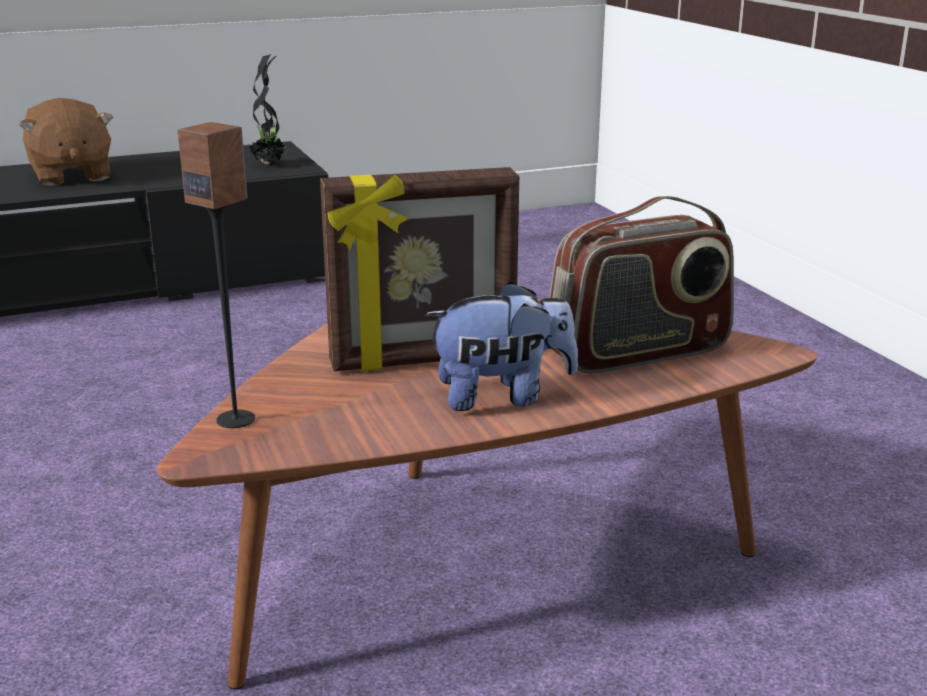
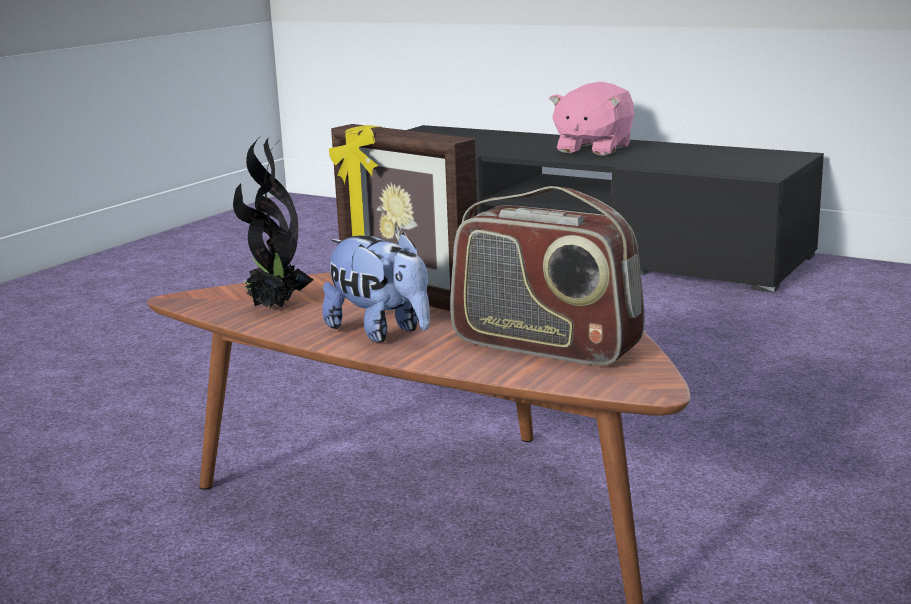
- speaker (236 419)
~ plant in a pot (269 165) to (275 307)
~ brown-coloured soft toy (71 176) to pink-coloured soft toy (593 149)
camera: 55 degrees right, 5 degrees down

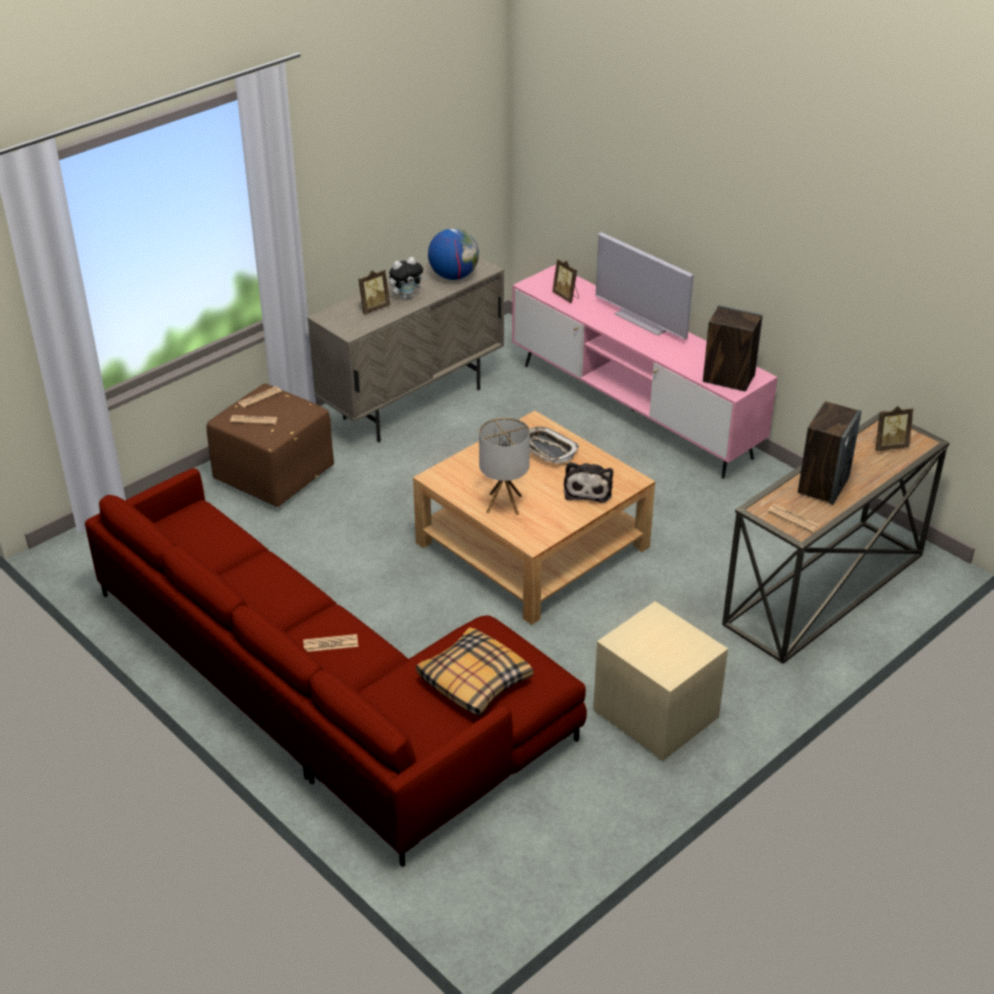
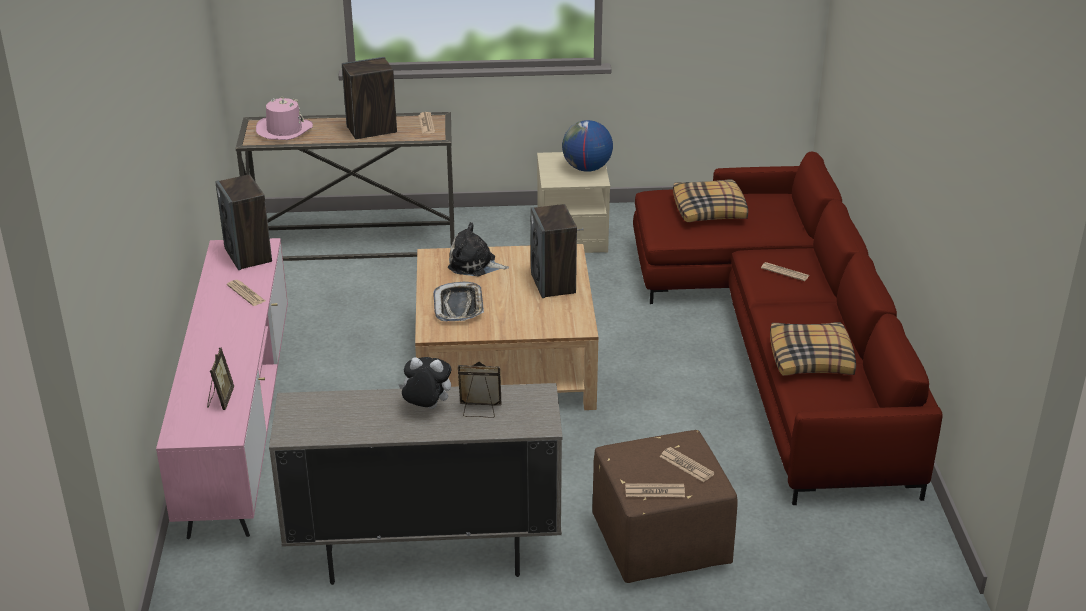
- television (642 321)
+ newspaper (246 293)
+ throw pillow (811 359)
~ desk globe (453 276) to (586 168)
~ tabletop lamp (503 504) to speaker (553 284)
~ standing frame (888 446) to pink-coloured hat (284 130)
~ soft toy (588 489) = (474 265) 120 degrees counterclockwise
camera: 140 degrees left, 5 degrees down

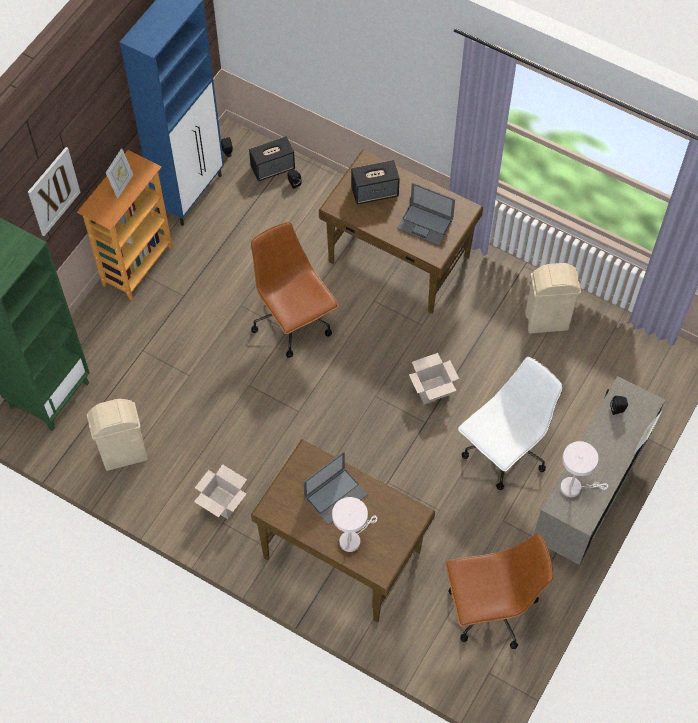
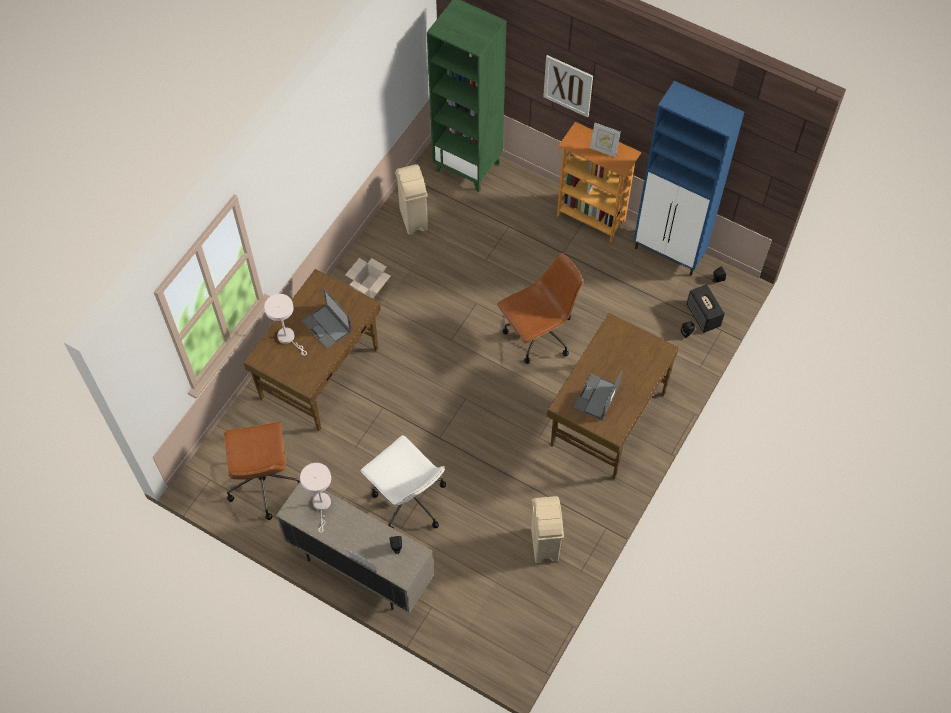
- speaker (375 192)
- cardboard box (433 389)
camera: 90 degrees right, 0 degrees up

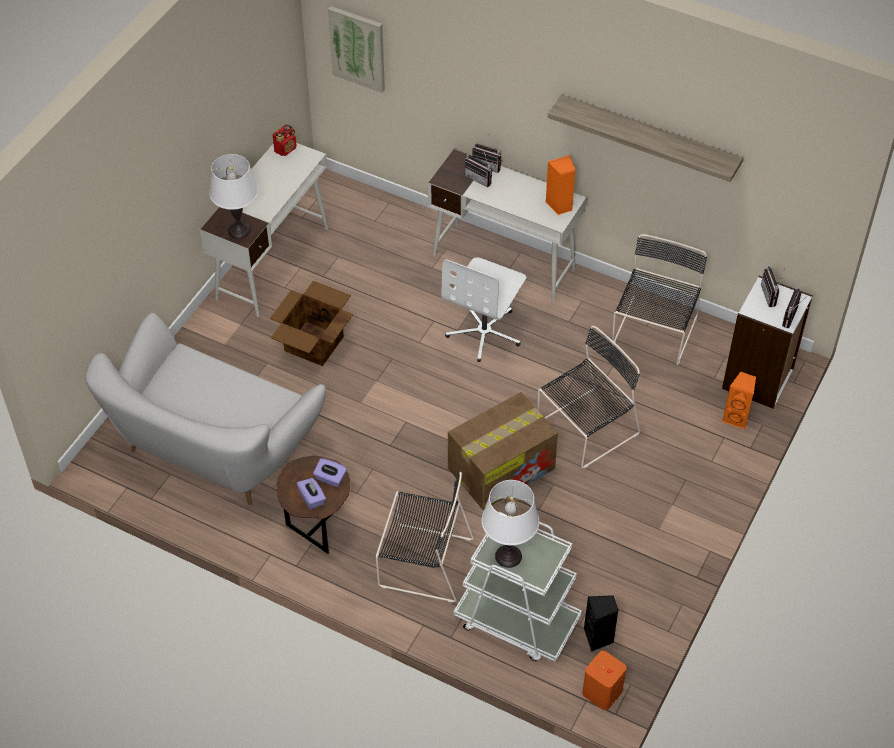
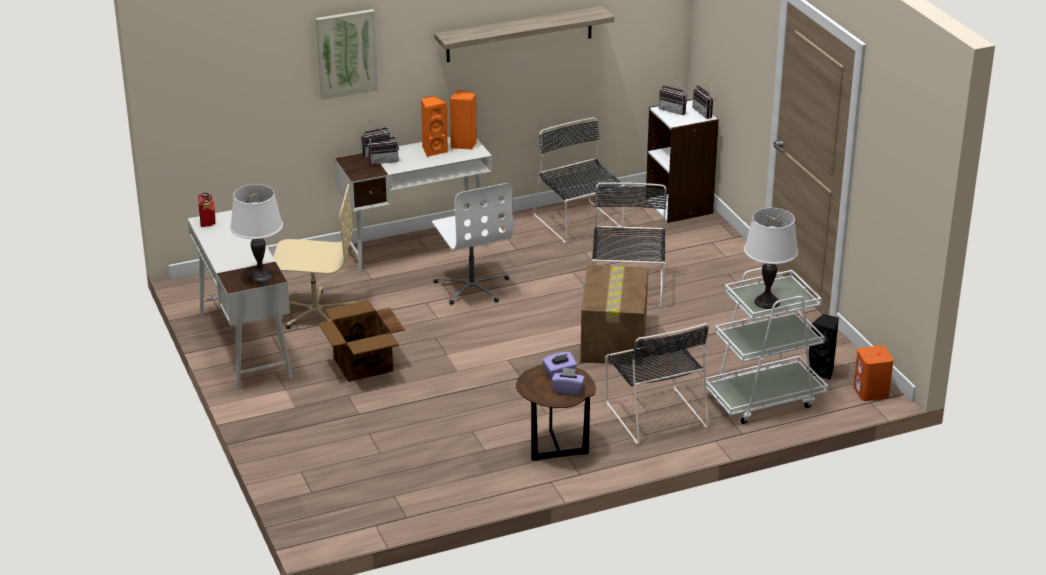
- white-coloured sofa (212 448)
+ beige-coloured desk chair (315 312)
~ picture (358 48) to (346 53)
~ orange speaker (737 418) to (433 150)
~ black upright chair (422 562) = (655 414) 105 degrees clockwise
camera: 50 degrees left, 20 degrees down

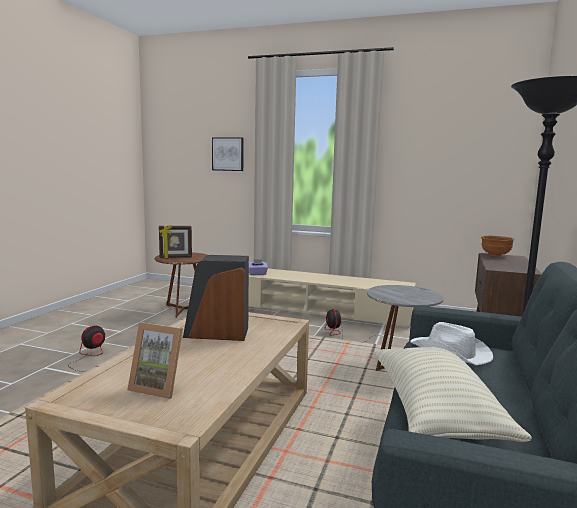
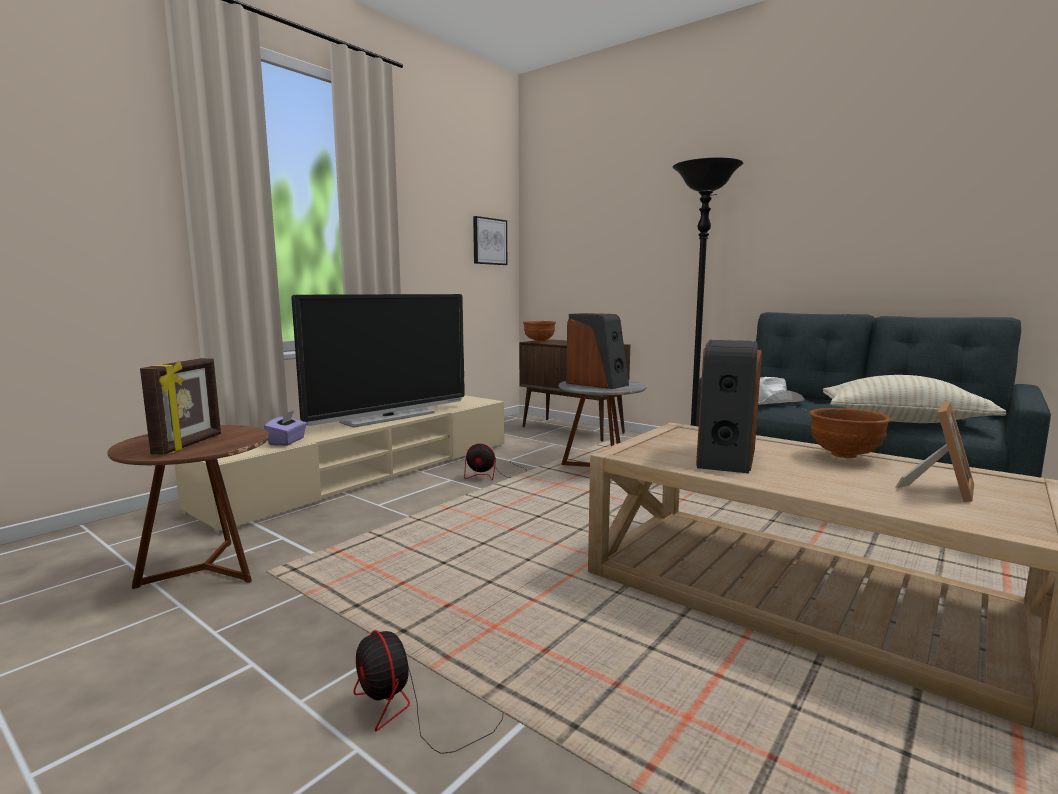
+ television (388 417)
+ speaker (597 384)
+ brown-coloured deep dish (844 455)
~ picture (228 154) to (489 241)
camera: 70 degrees left, 0 degrees up

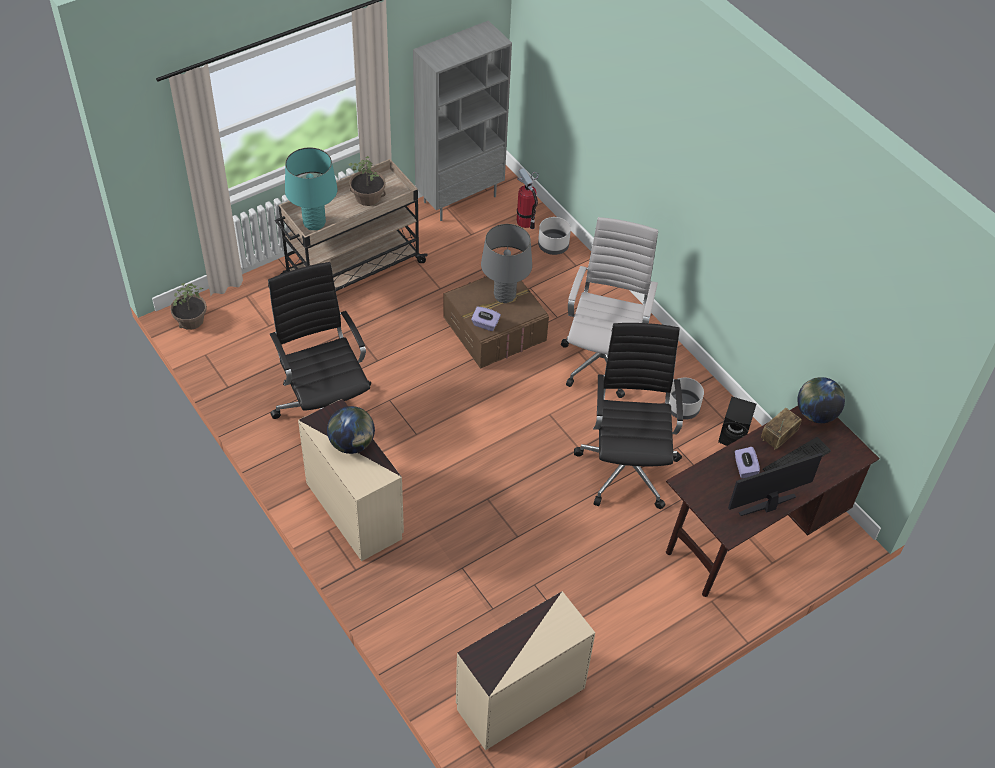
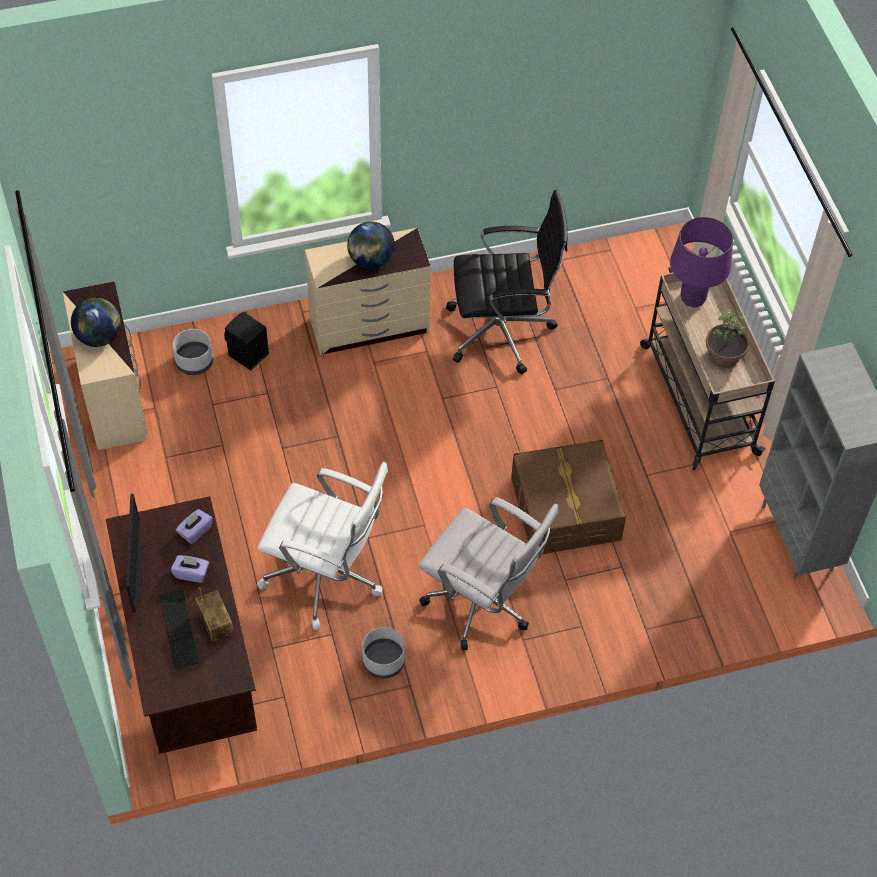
- plant in a pot (190 320)
- greyish tabletop lamp (504 296)
- fire extinguisher (525 221)
~ purple box of tissues (485 324) to (195 531)
~ greyish flower pot (553 245) to (194 362)
~ black speaker (734 436) to (247 355)
~ desk globe (815 414) to (99 337)
~ turquoise-coloured tabletop lamp (314 223) to purple tabletop lamp (693 298)
~ black desk chair (627 466) to white-coloured desk chair (326 575)
camera: 110 degrees right, 5 degrees up

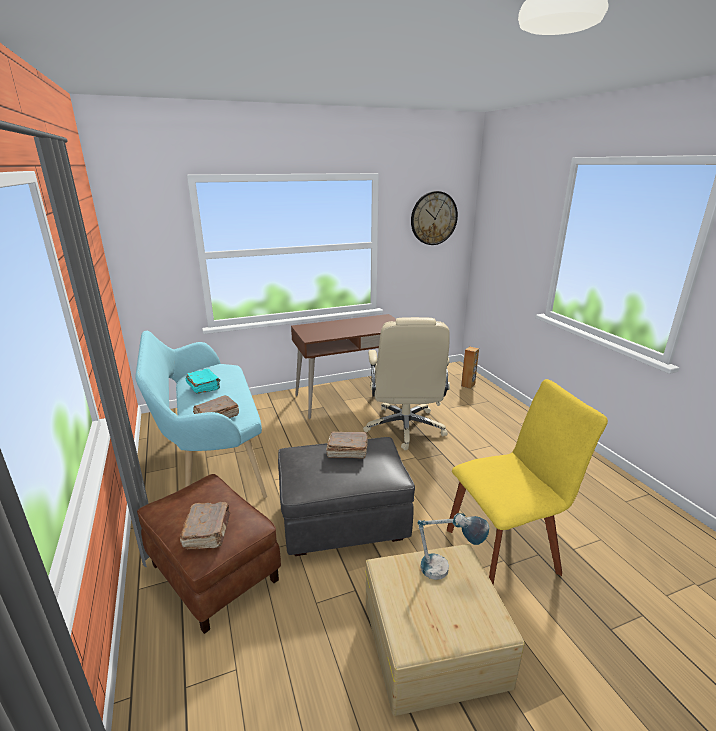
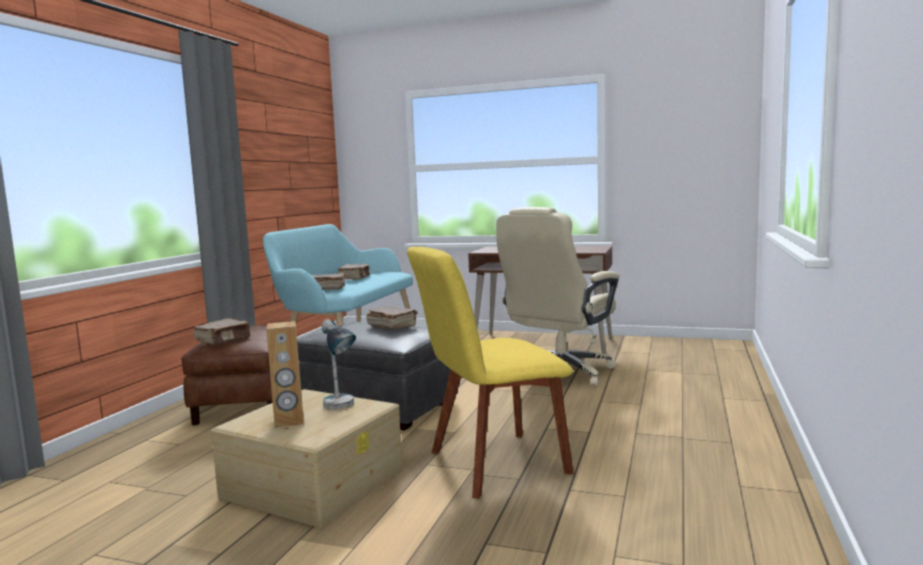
- hanging clock (433 218)
~ brown-coloured speaker (468 385) to (289 421)
~ turquoise-coloured volume (204 387) to brown-coloured volume (354 278)
~ yellow-coloured upright chair (506 548) = (492 464) 135 degrees clockwise
camera: 40 degrees right, 15 degrees down

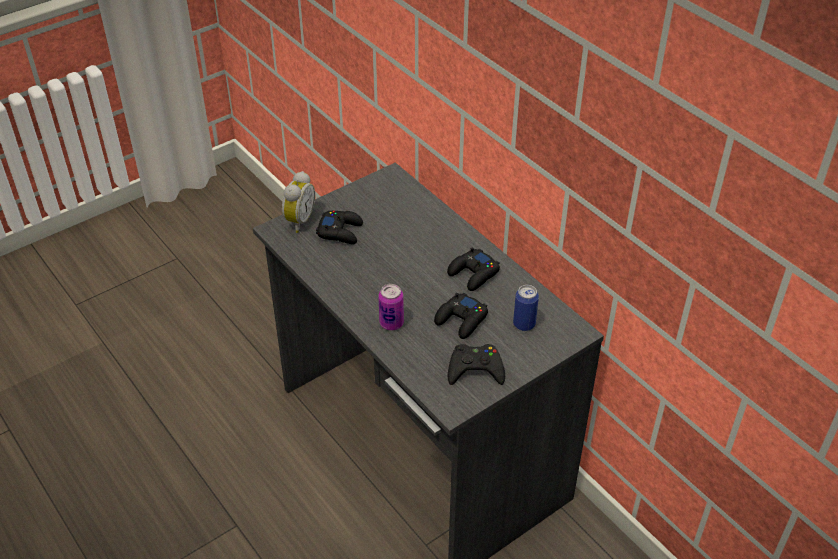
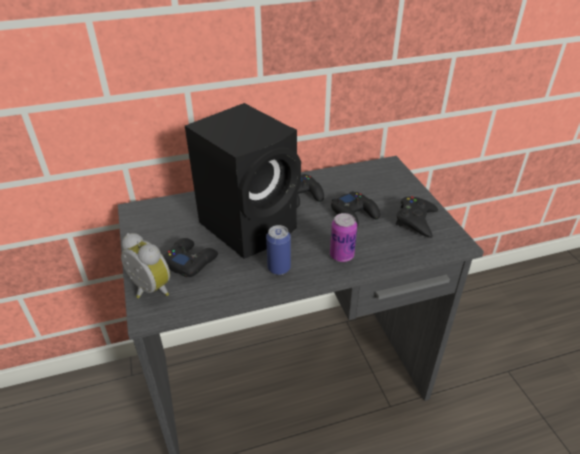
+ black speaker (251 225)
~ can (524 324) to (279 268)
camera: 70 degrees left, 5 degrees down

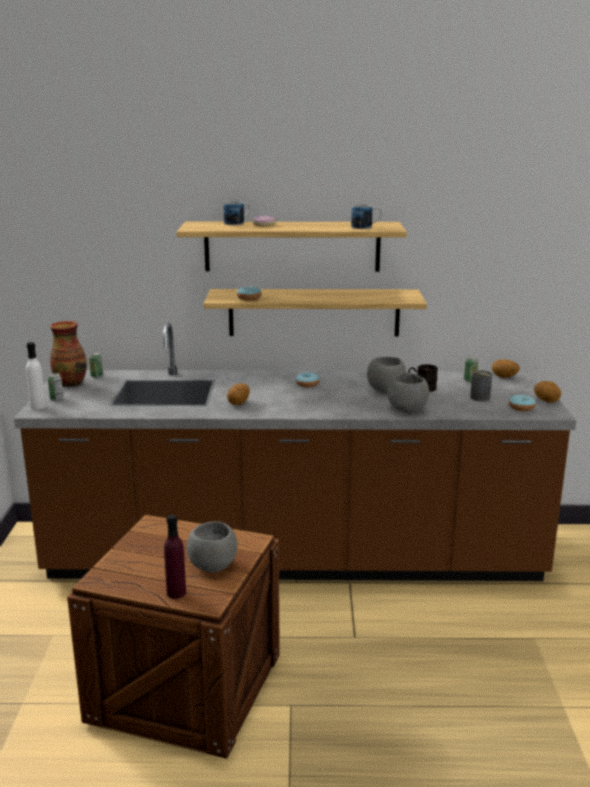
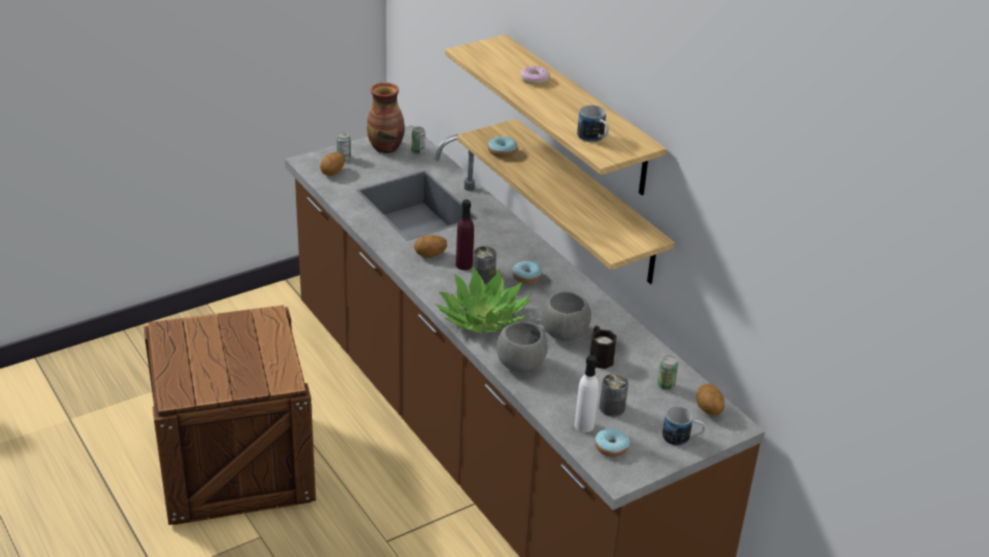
- greyish deep dish (212 566)
+ plant in a pot (483 318)
+ can (483 277)
~ white-coloured drink bottle (38 406) to (584 425)
~ purple drink bottle (176 593) to (464 265)
~ tea mug (238 223) to (682 438)
~ potato (546 401) to (333 172)
camera: 55 degrees right, 15 degrees up

